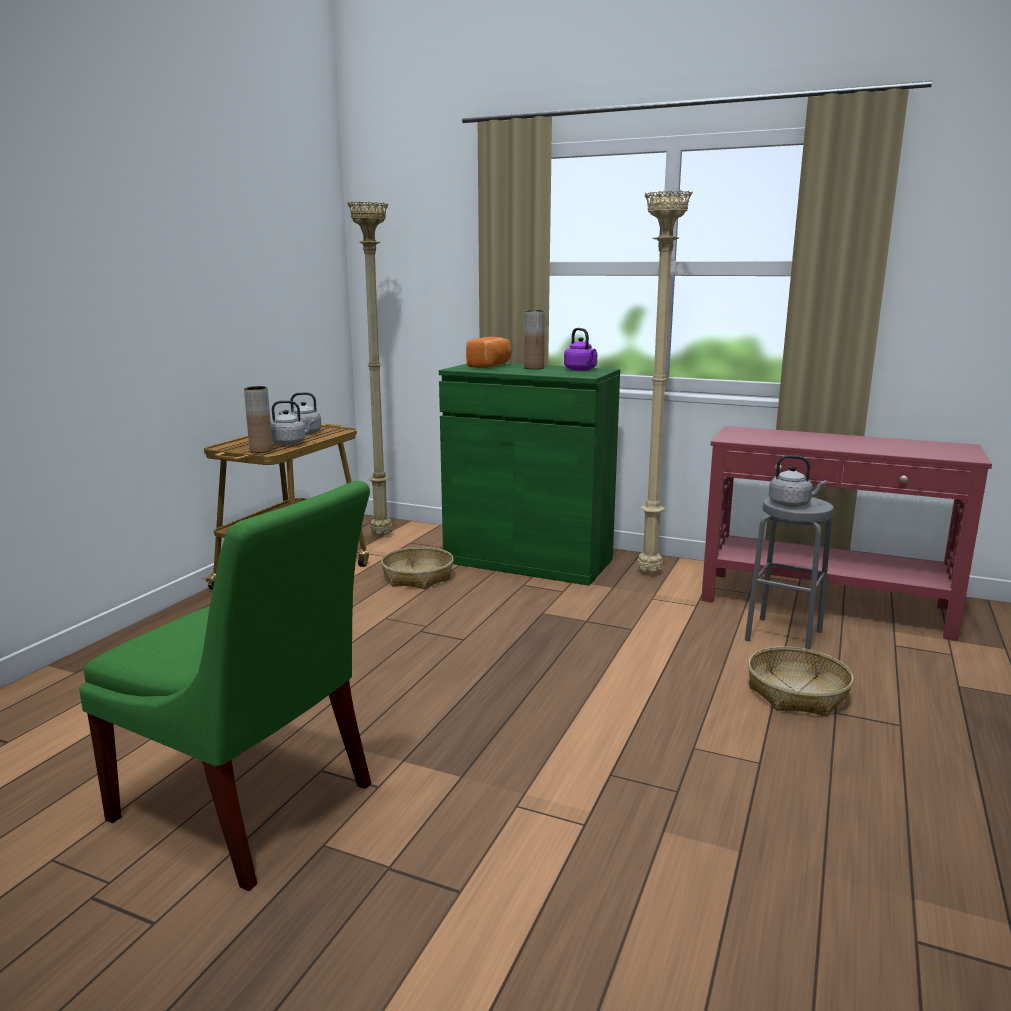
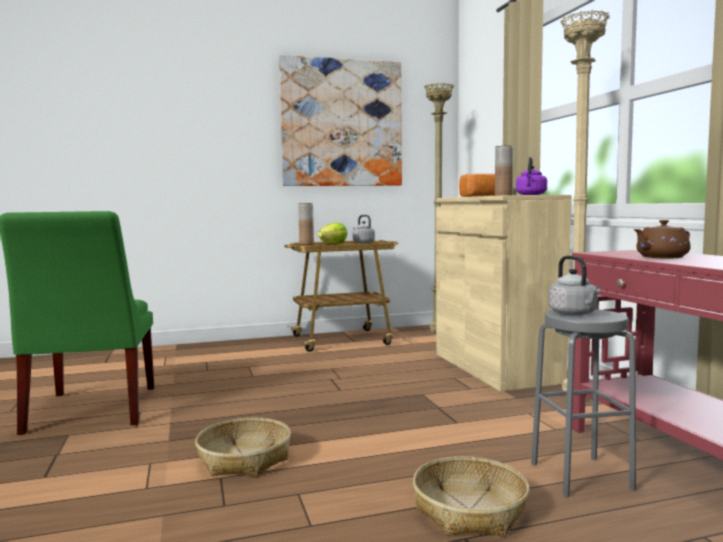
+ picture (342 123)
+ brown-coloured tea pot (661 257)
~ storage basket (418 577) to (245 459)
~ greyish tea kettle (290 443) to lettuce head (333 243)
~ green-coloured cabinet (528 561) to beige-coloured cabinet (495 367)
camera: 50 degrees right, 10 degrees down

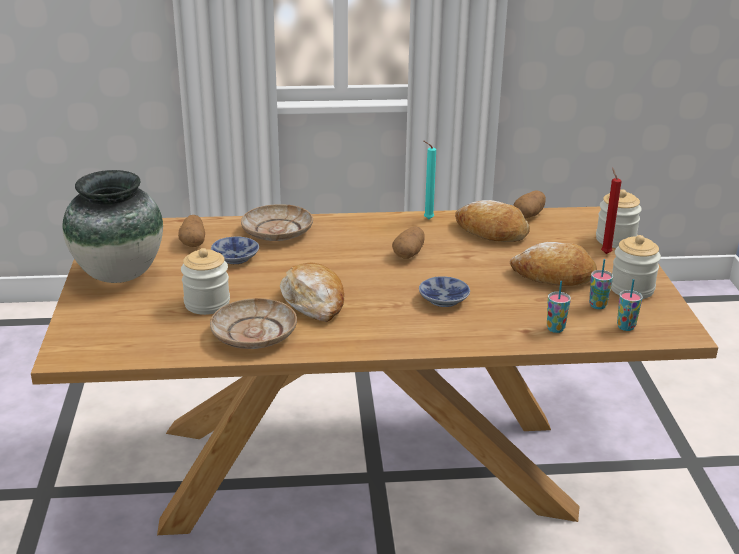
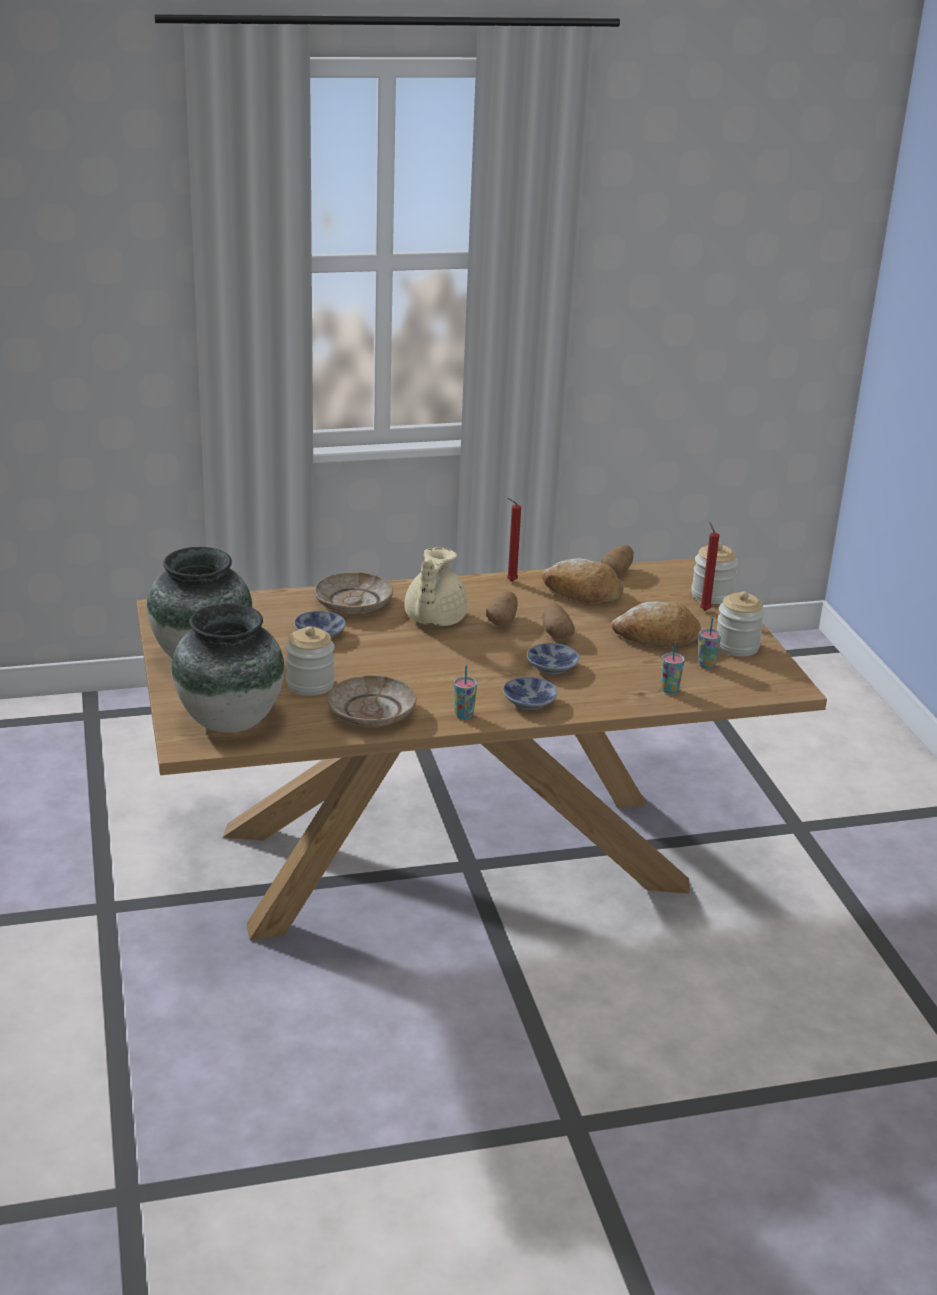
- bakery bread (314 302)
+ decorative vase (231 721)
+ beige-coloured tea pot (433 619)
+ deep dish (528 703)
~ potato (193 242) to (556 633)
~ small cup (626 327) to (464 715)
~ turquoise-coloured candle (427 219) to red candle (510 581)
camera: 10 degrees left, 0 degrees up

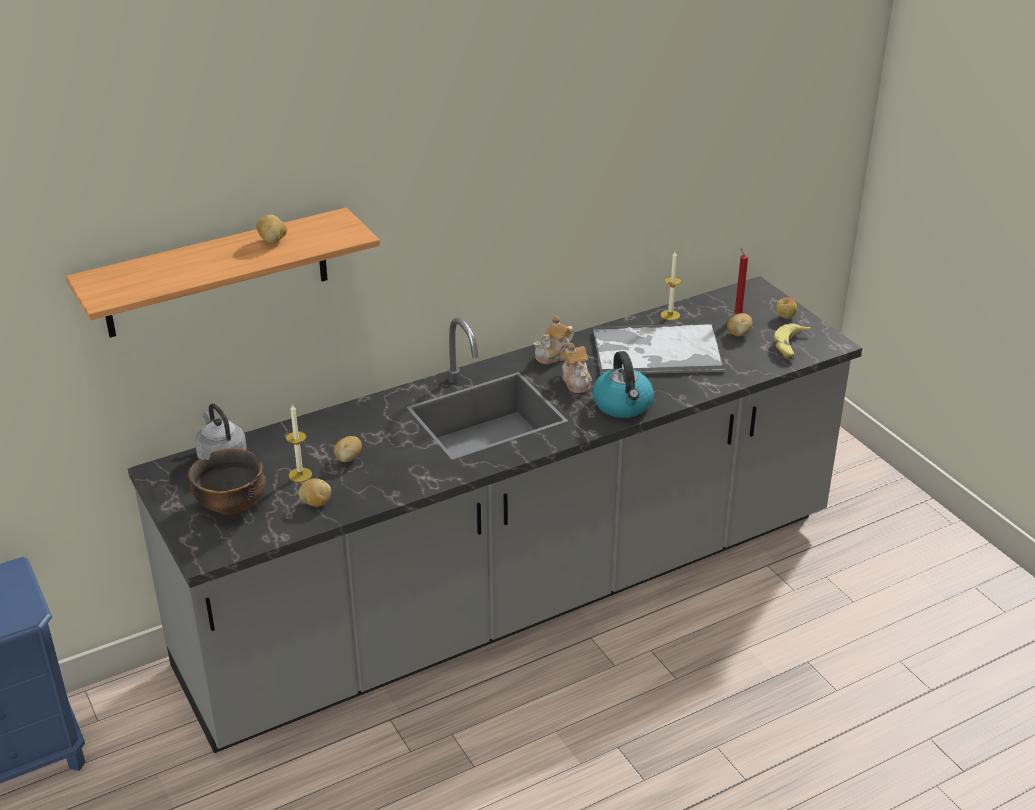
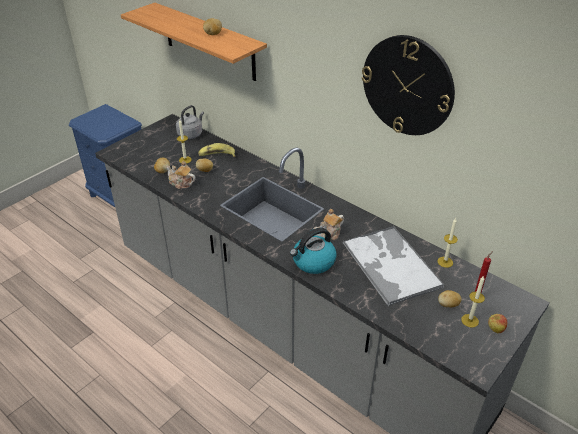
- deep dish (232 506)
+ hanging clock (407 86)
+ candle (470 320)
~ tea pot (554 355) to (181 183)
~ banana fruit (790 347) to (217 155)
camera: 70 degrees right, 5 degrees up

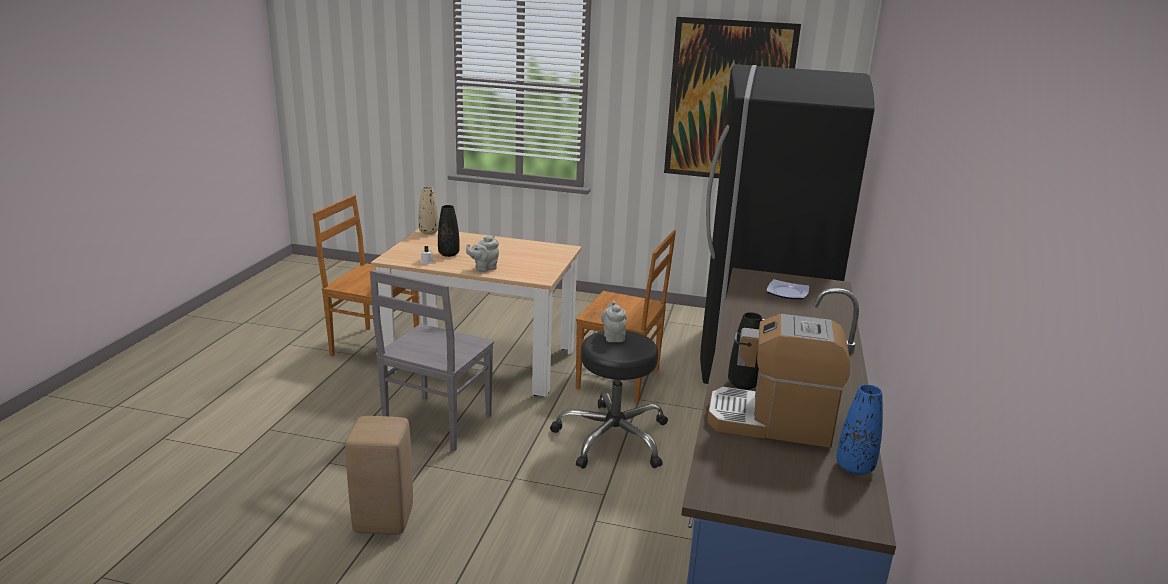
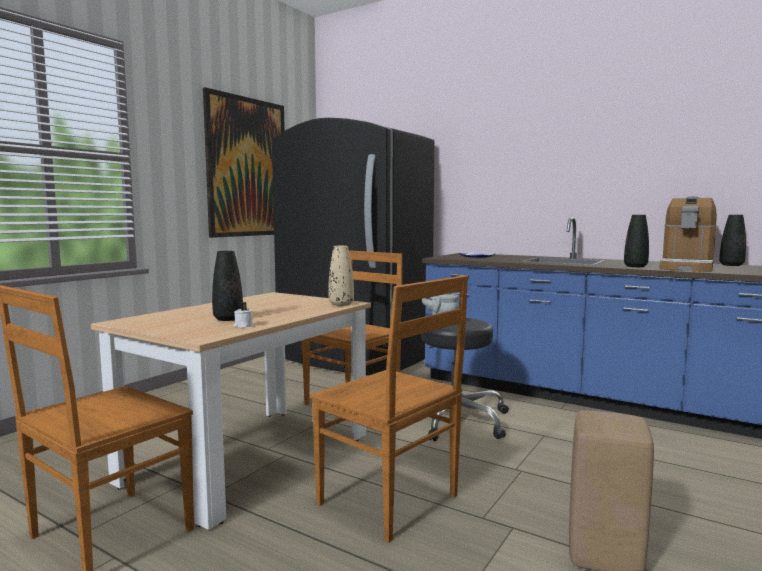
- greyish tea pot (484 268)
~ beige-coloured decorative vase (429 232) to (341 304)
~ greyish upright chair (436 424) to brown-coloured upright chair (391 501)
~ bluish decorative vase (854 467) to black decorative vase (731 265)
camera: 70 degrees left, 15 degrees down

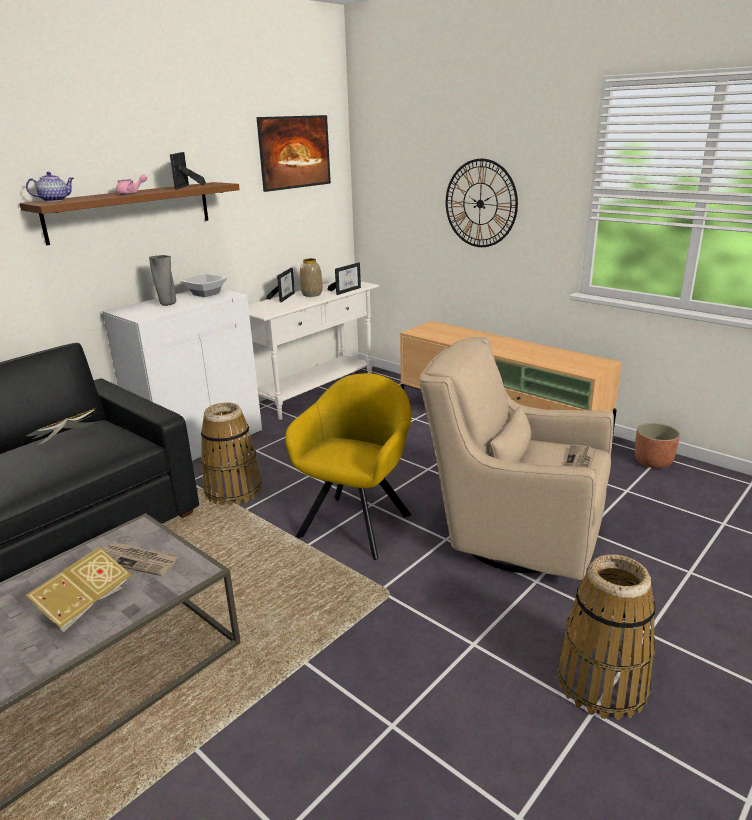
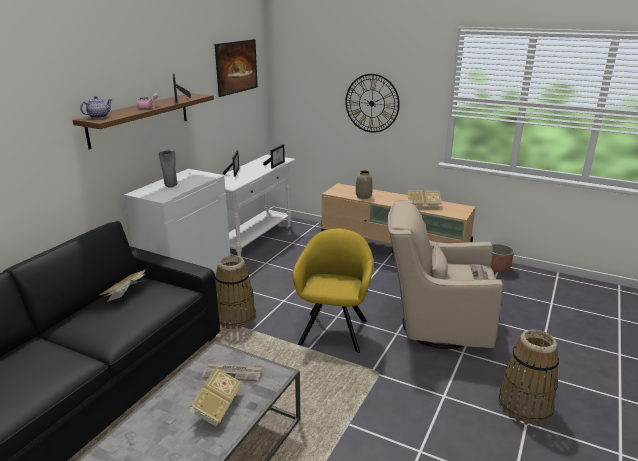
- deep dish (206 293)
+ volume (423 206)
~ decorative vase (311 294) to (363 196)
camera: 15 degrees left, 0 degrees up

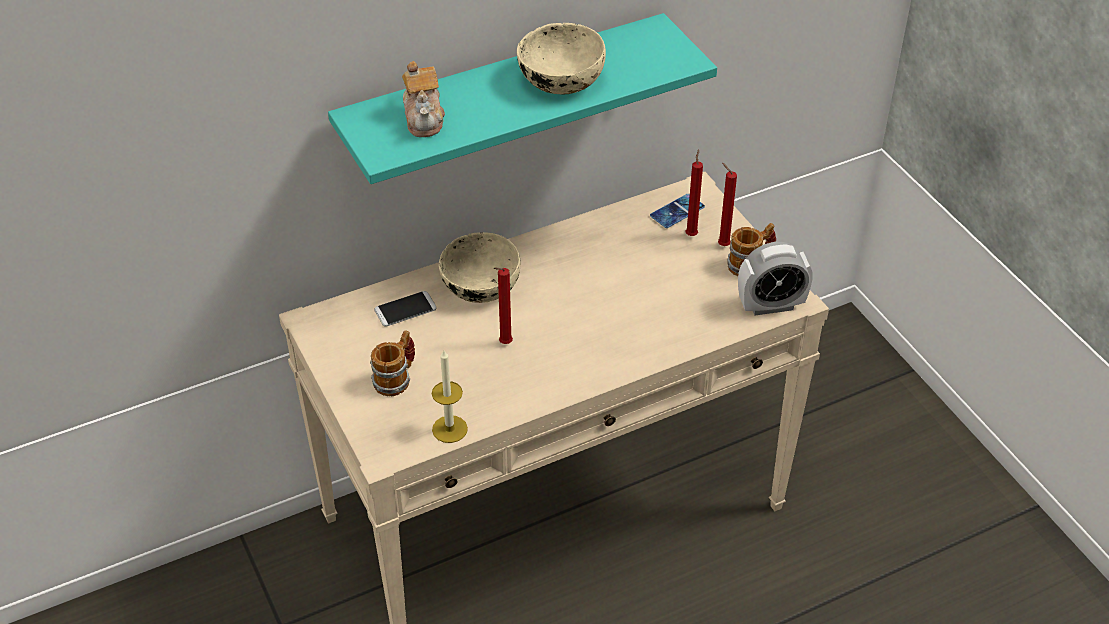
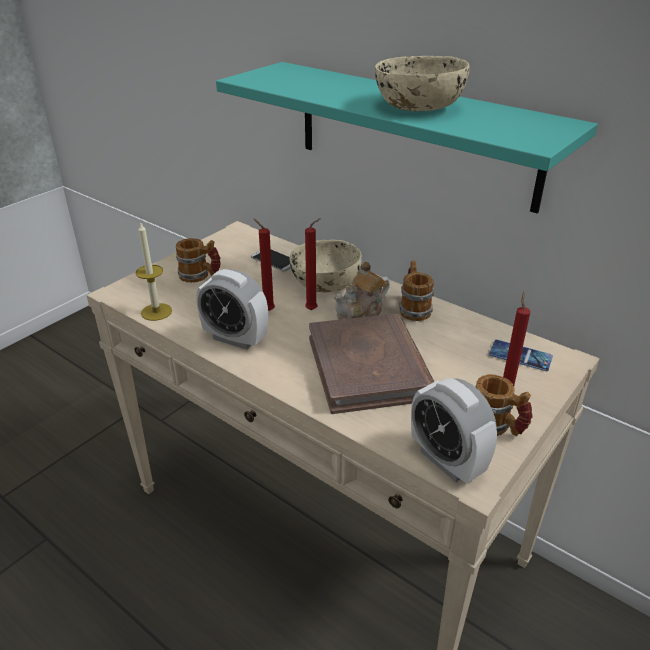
+ alarm clock (235 339)
+ brown-coloured volume (369 367)
+ tea mug (413 308)
~ tea pot (424 118) to (361 313)
~ red candle (691 234) to (313 310)
camera: 65 degrees right, 10 degrees down

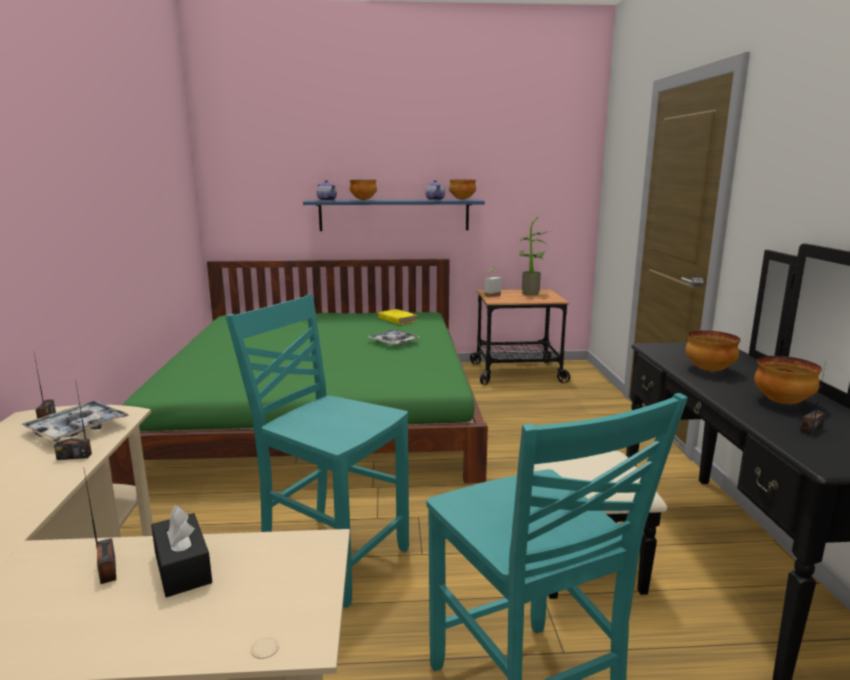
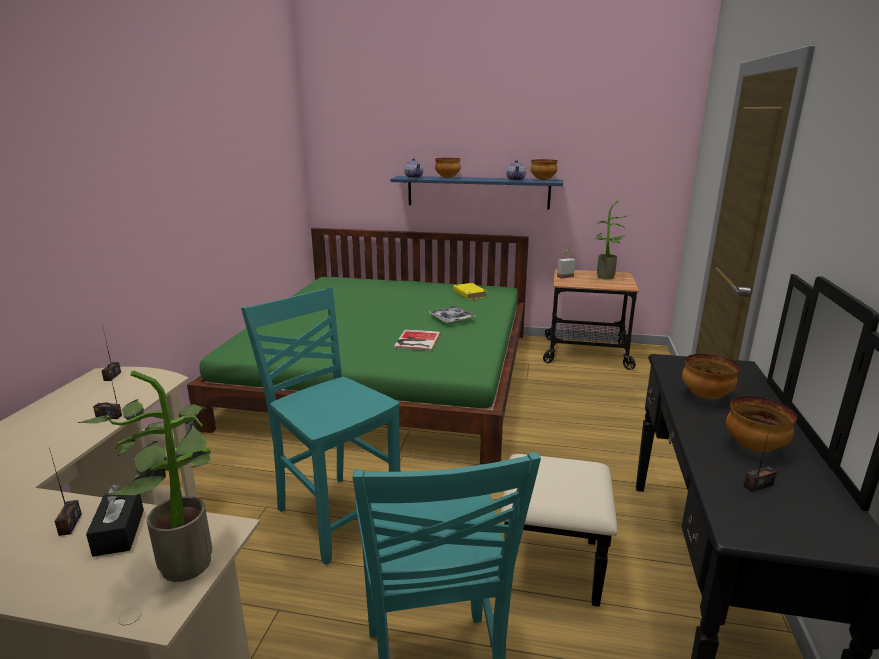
- serving tray (77 429)
+ plant in a pot (185 559)
+ volume (416 341)
camera: 15 degrees right, 5 degrees up

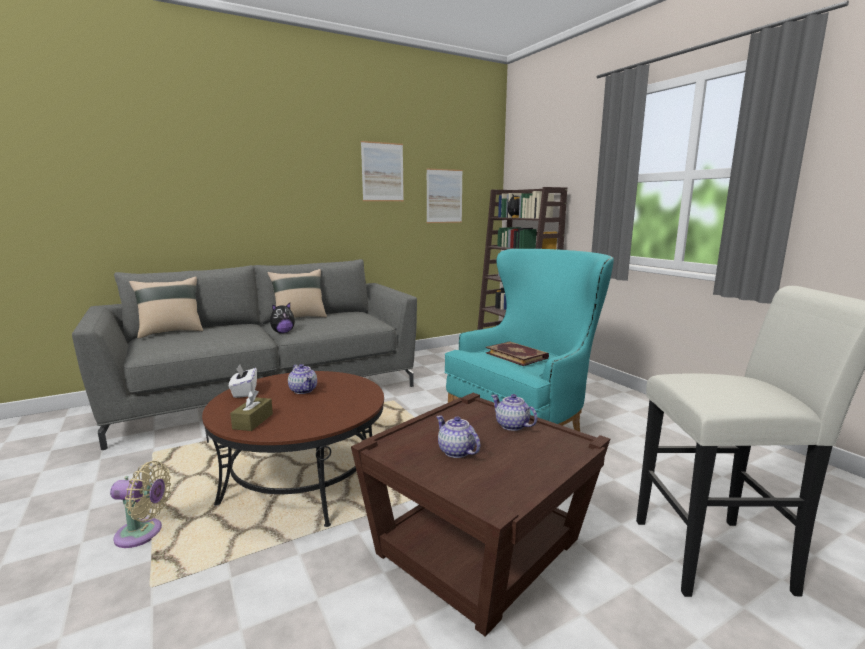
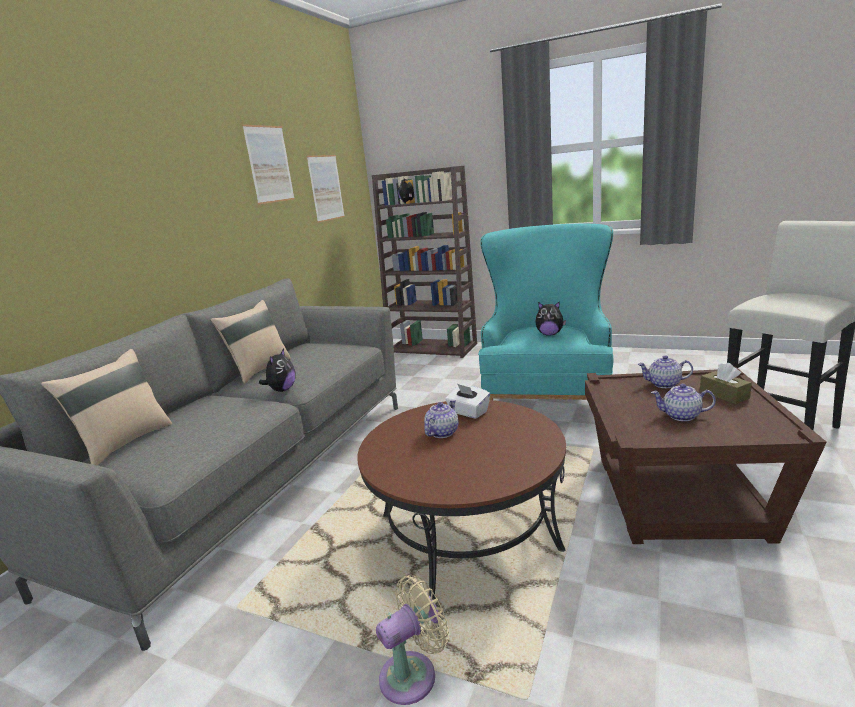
~ white-coloured box of tissues (244 392) to (468 412)
~ brown-coloured box of tissues (253 421) to (724 395)
~ volume (517 355) to soft toy (549 334)
~ tea pot (303 390) = (442 432) 75 degrees counterclockwise
camera: 35 degrees left, 5 degrees up

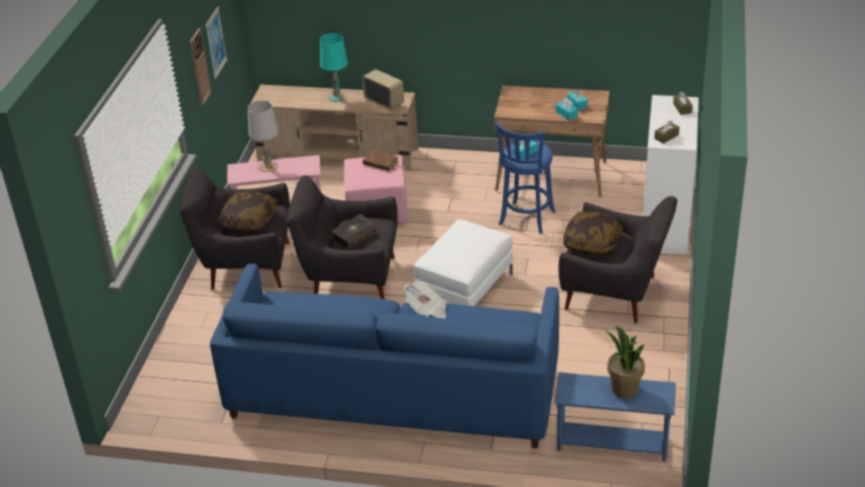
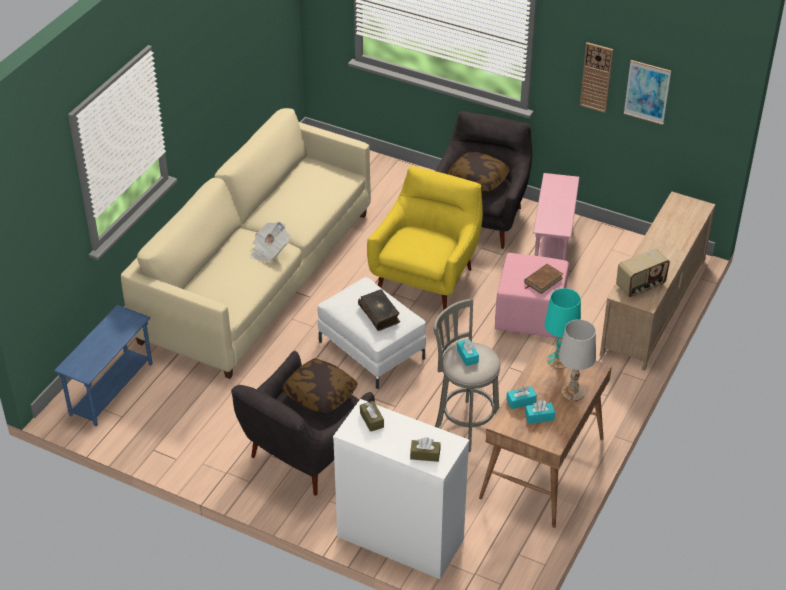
- plant in a pot (624 389)
~ white-coloured tabletop lamp (268 166) to (573 392)
~ turquoise-coloured tabletop lamp (337 97) to (558 360)
~ volume (354 236) to (379 314)
~ bluish sofa (392 391) to beige-coloured sofa (257 276)
~ greyish lounge chair (349 279) to yellow-coloured lounge chair (426 277)
~ bluish stool seat (526 220) to greyish stool seat (465 423)
camera: 105 degrees right, 5 degrees up

